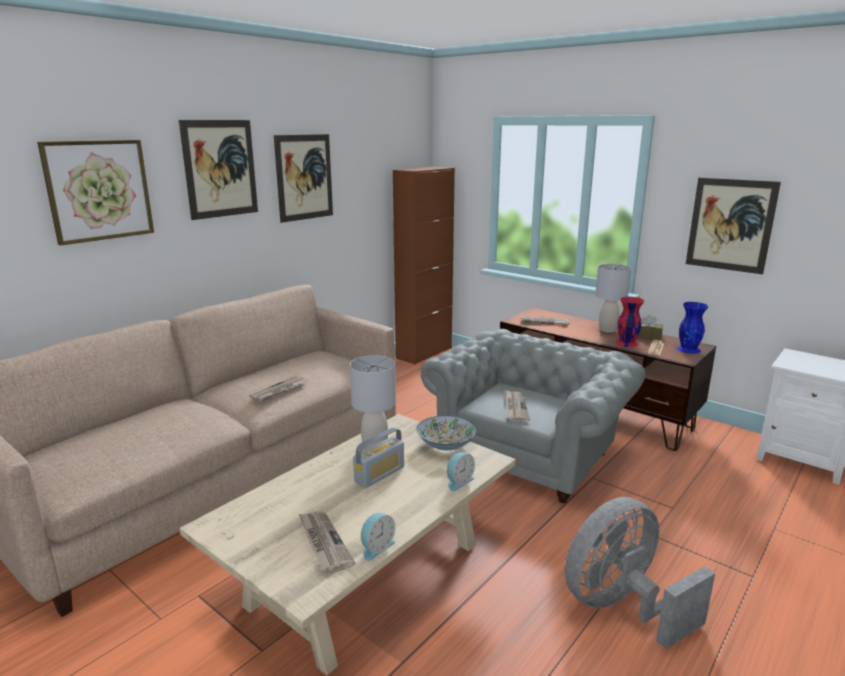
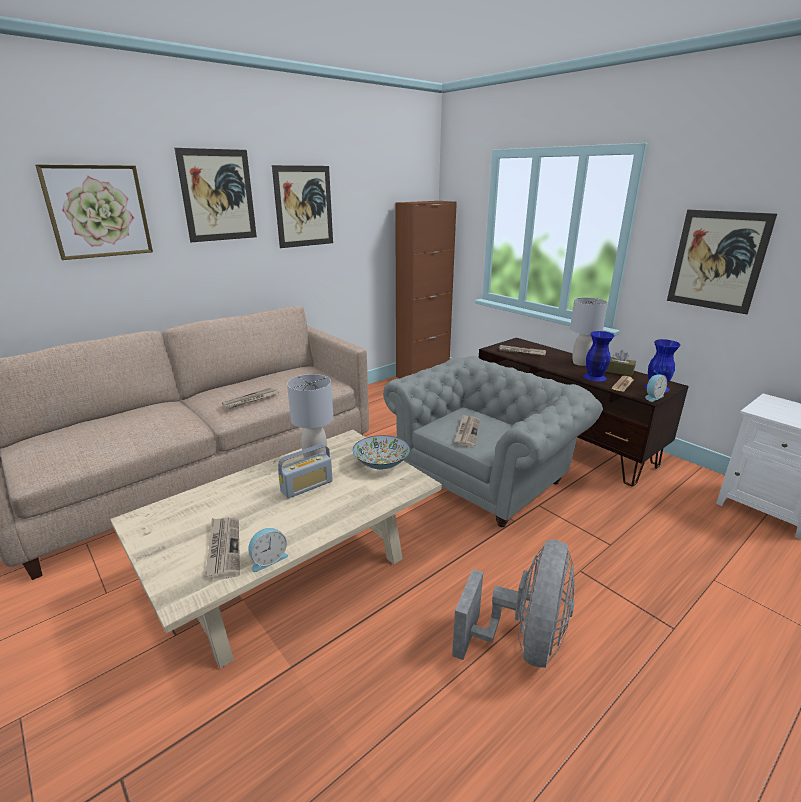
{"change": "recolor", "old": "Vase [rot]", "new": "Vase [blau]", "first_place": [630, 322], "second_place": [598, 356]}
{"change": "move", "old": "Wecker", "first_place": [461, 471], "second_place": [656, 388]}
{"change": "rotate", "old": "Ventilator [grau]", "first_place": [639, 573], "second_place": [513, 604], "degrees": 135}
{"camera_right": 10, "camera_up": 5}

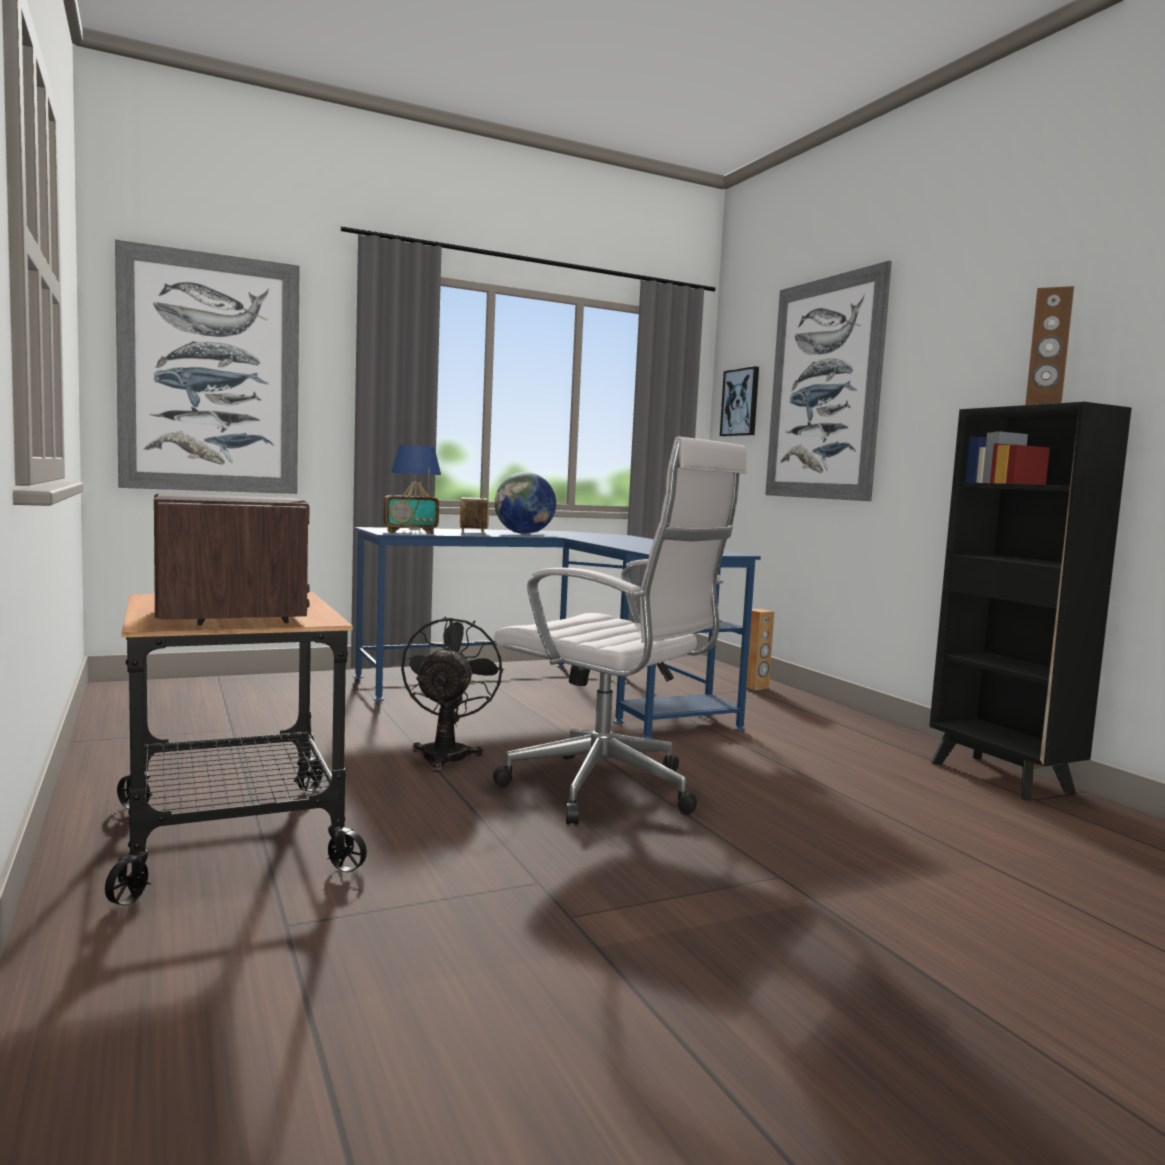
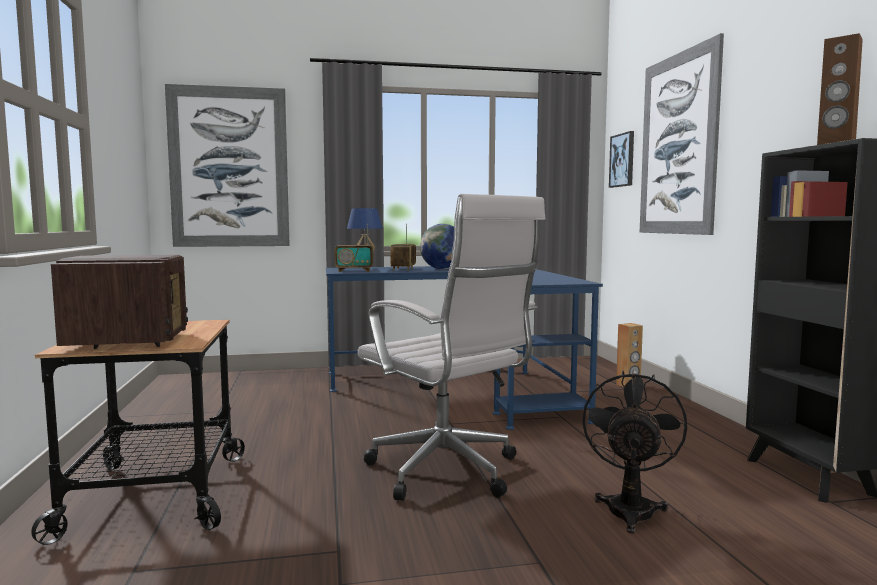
{"change": "move", "old": "Ventilator [schwarz]", "first_place": [452, 694], "second_place": [634, 452]}
{"camera_right": 15, "camera_up": 0}

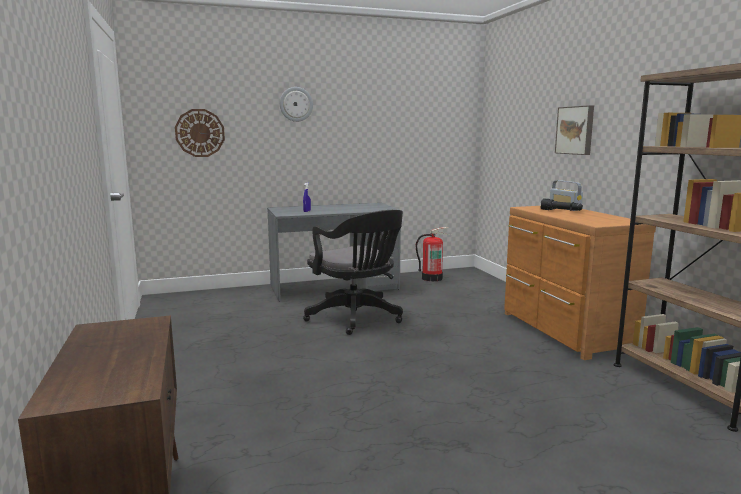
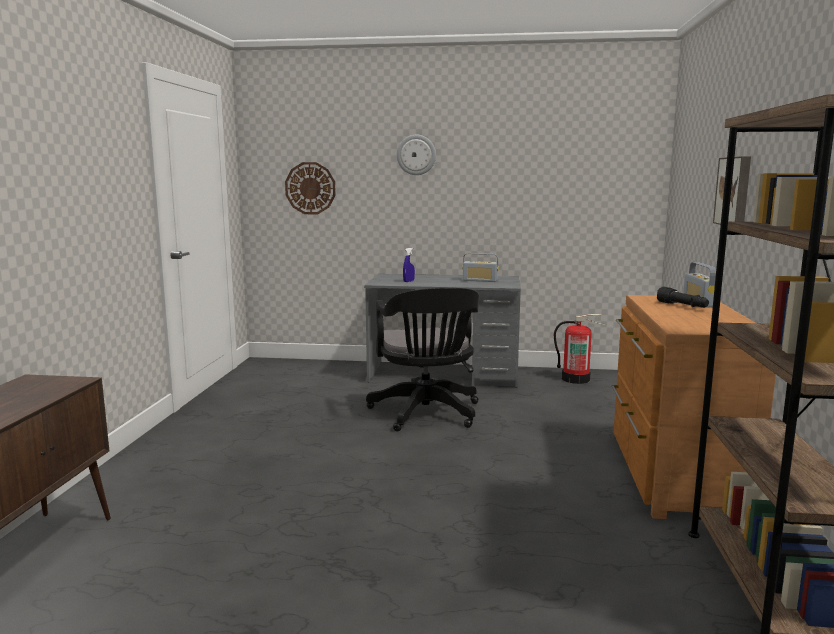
{"change": "insert", "new": "Radio", "second_place": [480, 267]}
{"camera_right": 25, "camera_up": 0}

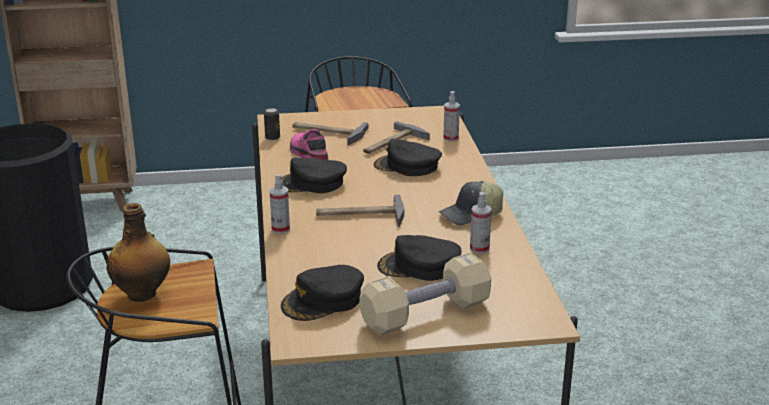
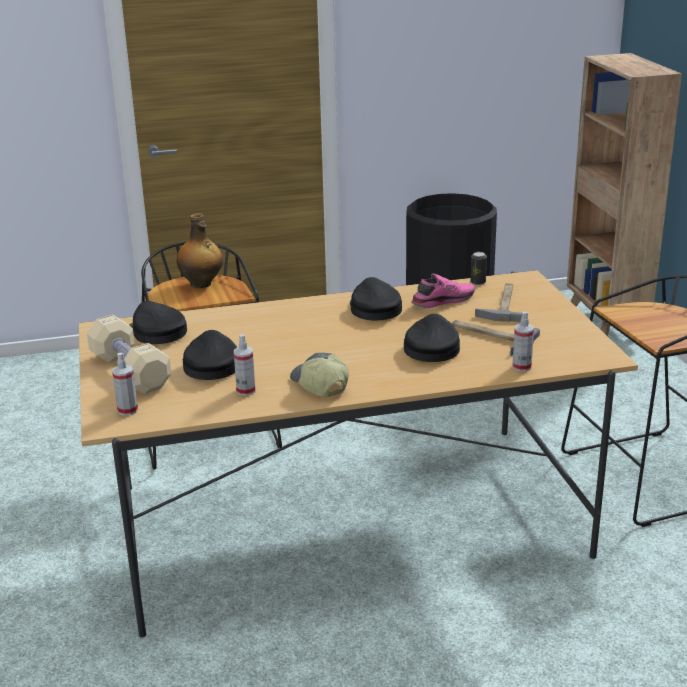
{"change": "move", "old": "Sprühflasche", "first_place": [280, 204], "second_place": [125, 384]}
{"change": "delete", "old": "Hammer", "first_place": [360, 211]}
{"camera_right": 85, "camera_up": 0}

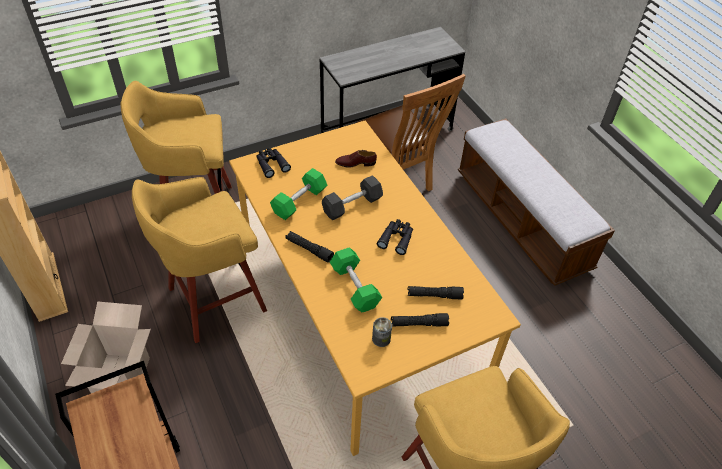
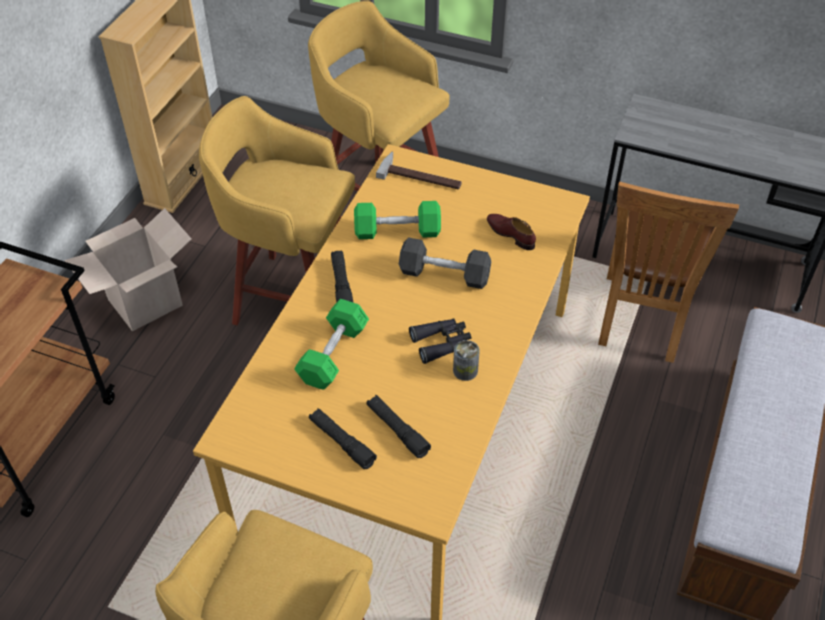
{"change": "replace", "old": "Fernglas [schwarz]", "new": "Hammer", "first_place": [273, 162], "second_place": [419, 171]}
{"change": "move", "old": "Dose", "first_place": [382, 332], "second_place": [466, 360]}
{"camera_right": 50, "camera_up": 0}

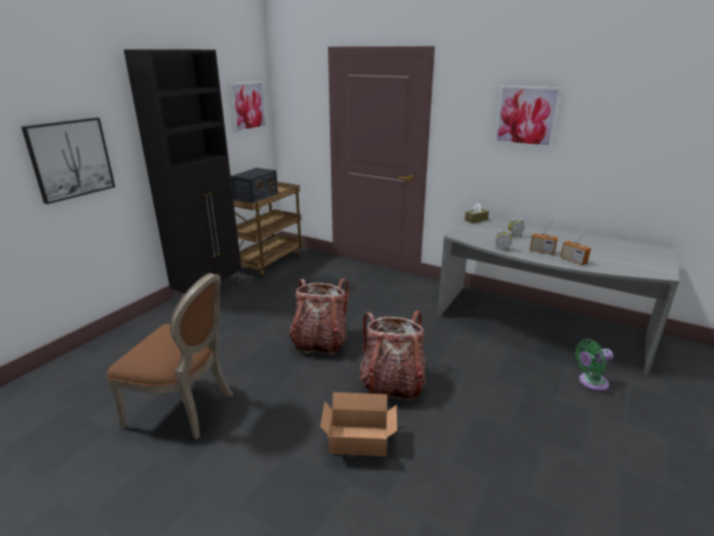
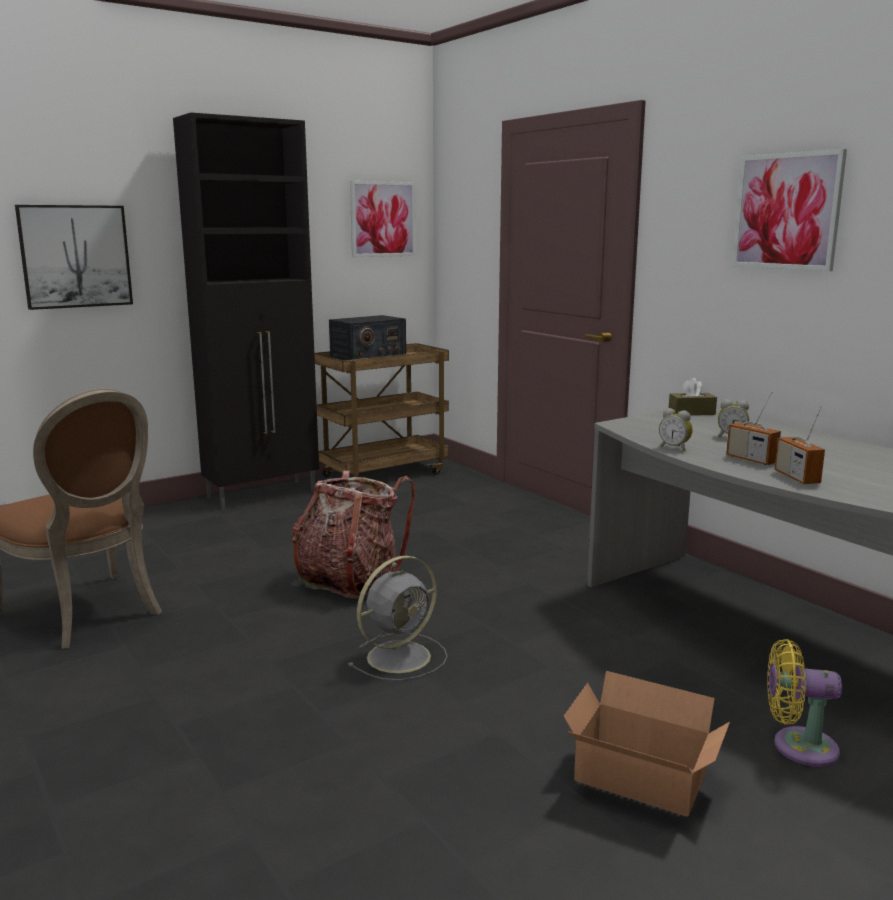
{"change": "replace", "old": "Rucksack", "new": "Ventilator [grau]", "first_place": [393, 355], "second_place": [398, 618]}
{"change": "recolor", "old": "Ventilator [grün]", "new": "Ventilator [gelb]", "first_place": [594, 365], "second_place": [804, 703]}
{"change": "move", "old": "Karton", "first_place": [358, 424], "second_place": [647, 744]}
{"camera_right": 25, "camera_up": -10}

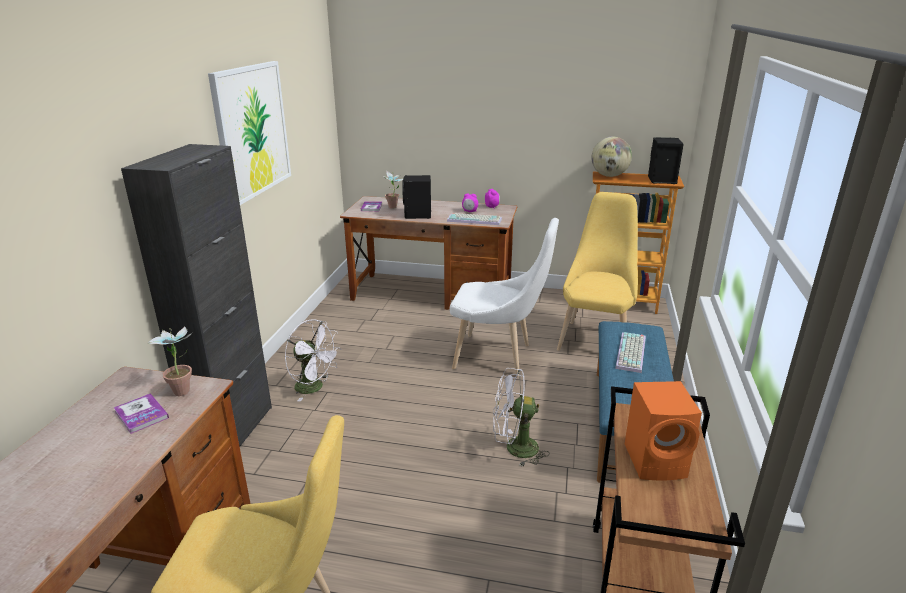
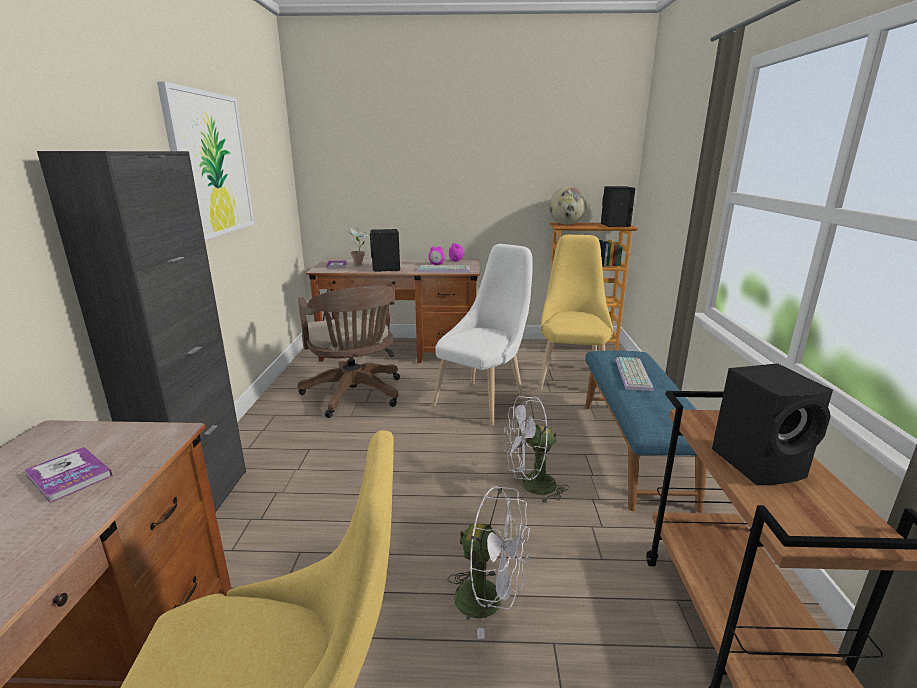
{"change": "rotate", "old": "Stuhl [weiß]", "first_place": [504, 297], "second_place": [482, 335], "degrees": -60}
{"change": "move", "old": "Ventilator [weiß]", "first_place": [313, 360], "second_place": [488, 562]}
{"change": "delete", "old": "Topfpflanze", "first_place": [169, 361]}
{"change": "recolor", "old": "Lautsprecher [orange]", "new": "Lautsprecher [schwarz]", "first_place": [663, 430], "second_place": [772, 424]}
{"change": "insert", "new": "Bürostuhl [braun]", "second_place": [348, 352]}
{"camera_right": -10, "camera_up": -5}

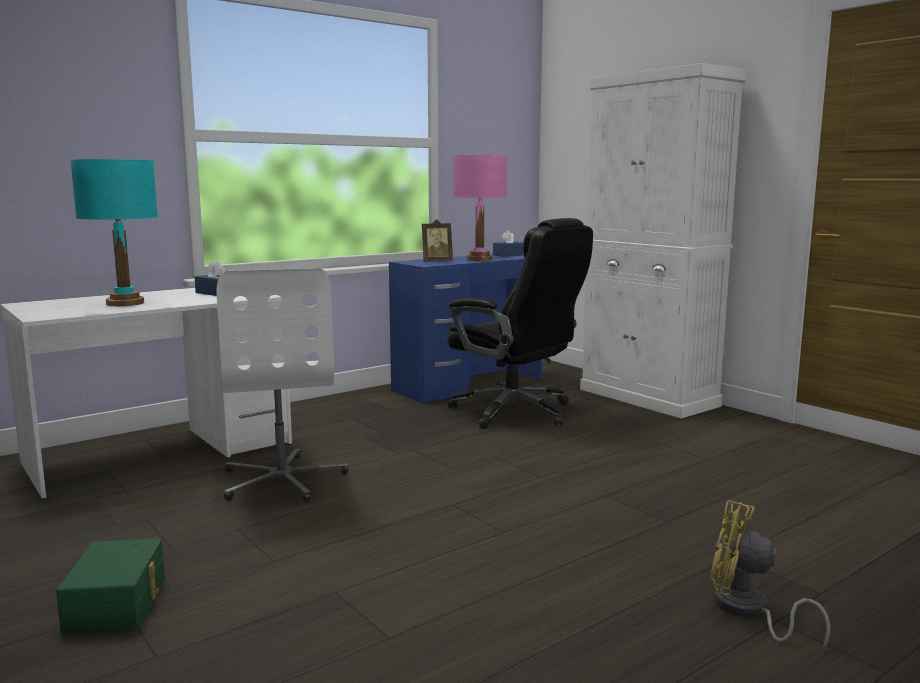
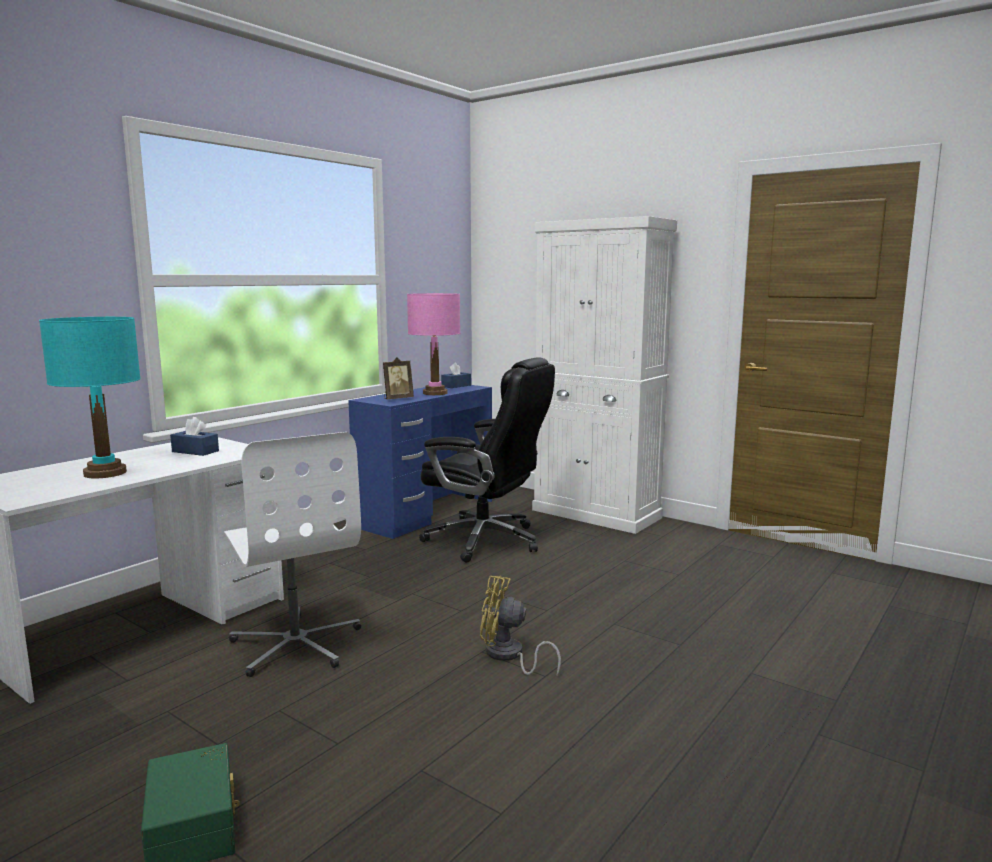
{"change": "move", "old": "Ventilator [gelb]", "first_place": [770, 575], "second_place": [520, 626]}
{"camera_right": -15, "camera_up": 0}

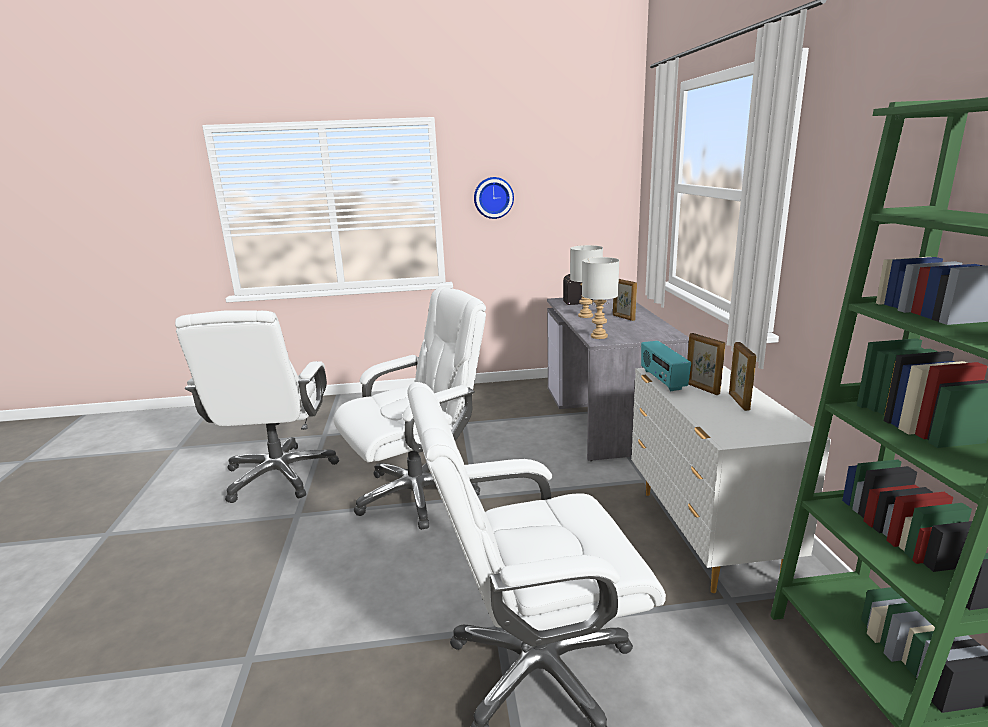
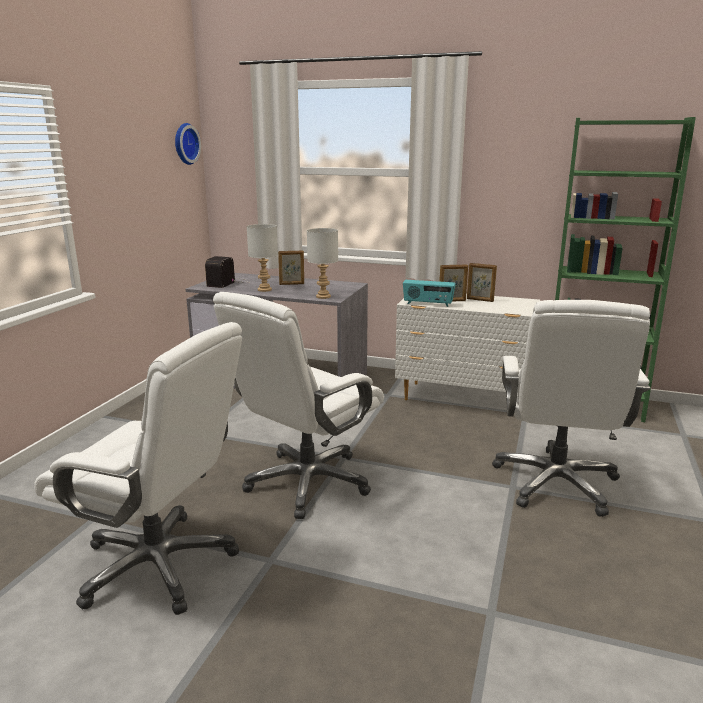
{"change": "move", "old": "Wanduhr", "first_place": [494, 198], "second_place": [188, 144]}
{"change": "rotate", "old": "Bürostuhl [weiß]", "first_place": [410, 408], "second_place": [298, 405], "degrees": -135}
{"camera_right": -65, "camera_up": 0}

